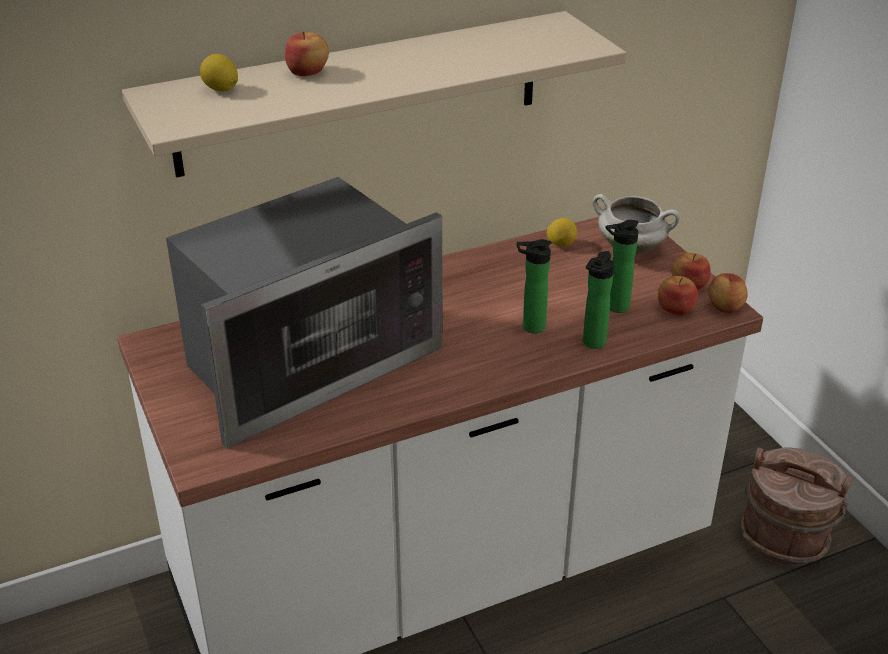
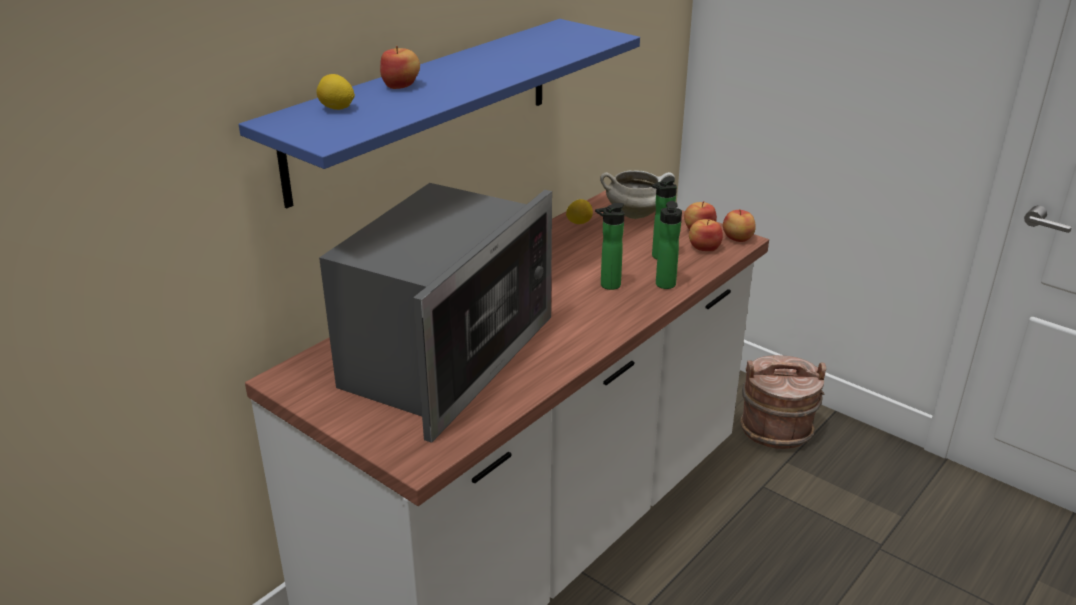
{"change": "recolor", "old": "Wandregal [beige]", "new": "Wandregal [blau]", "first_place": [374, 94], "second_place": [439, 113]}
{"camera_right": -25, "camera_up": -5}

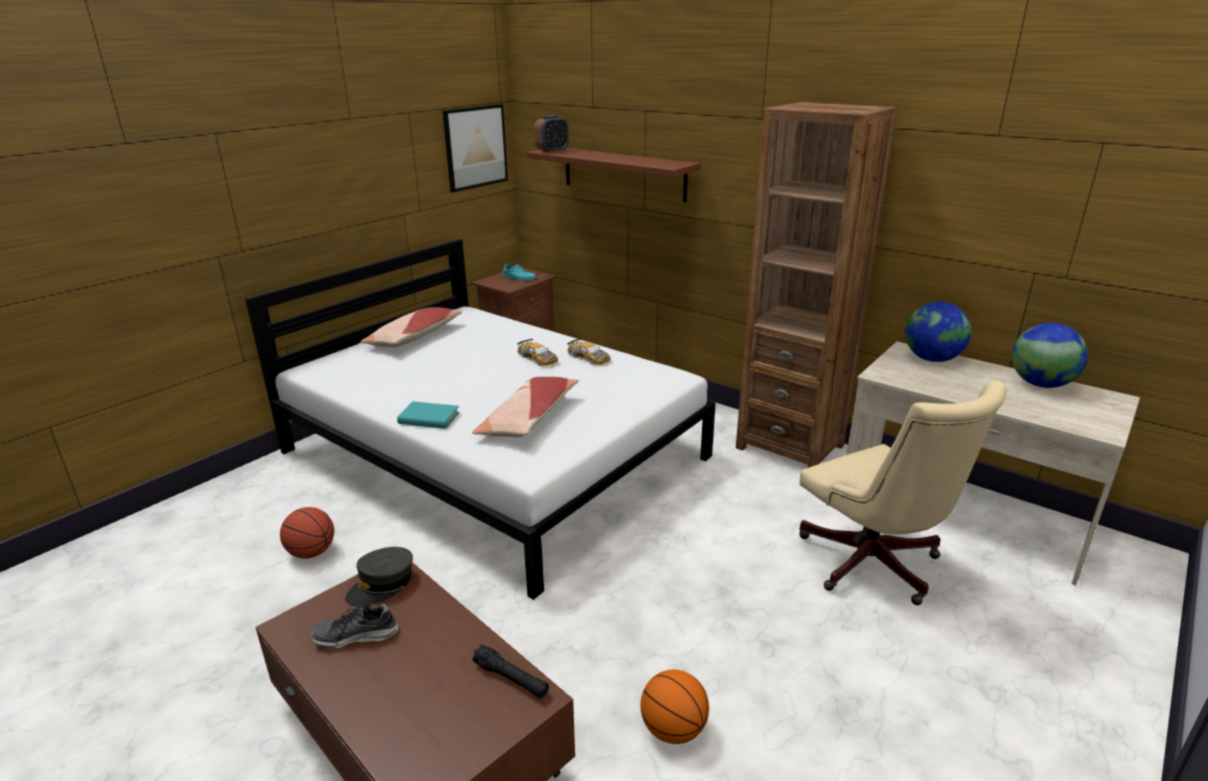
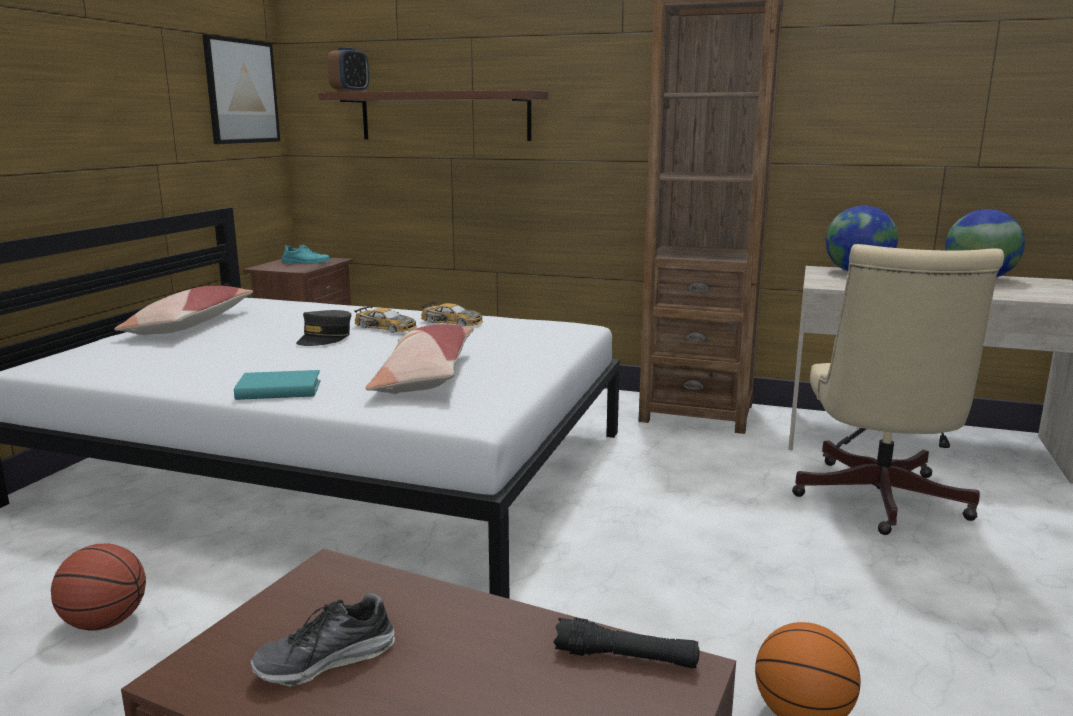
{"change": "rotate", "old": "Bürostuhl [beige]", "first_place": [903, 492], "second_place": [898, 389], "degrees": 60}
{"change": "move", "old": "Kappe [grau]", "first_place": [379, 576], "second_place": [323, 328]}
{"camera_right": -20, "camera_up": -10}

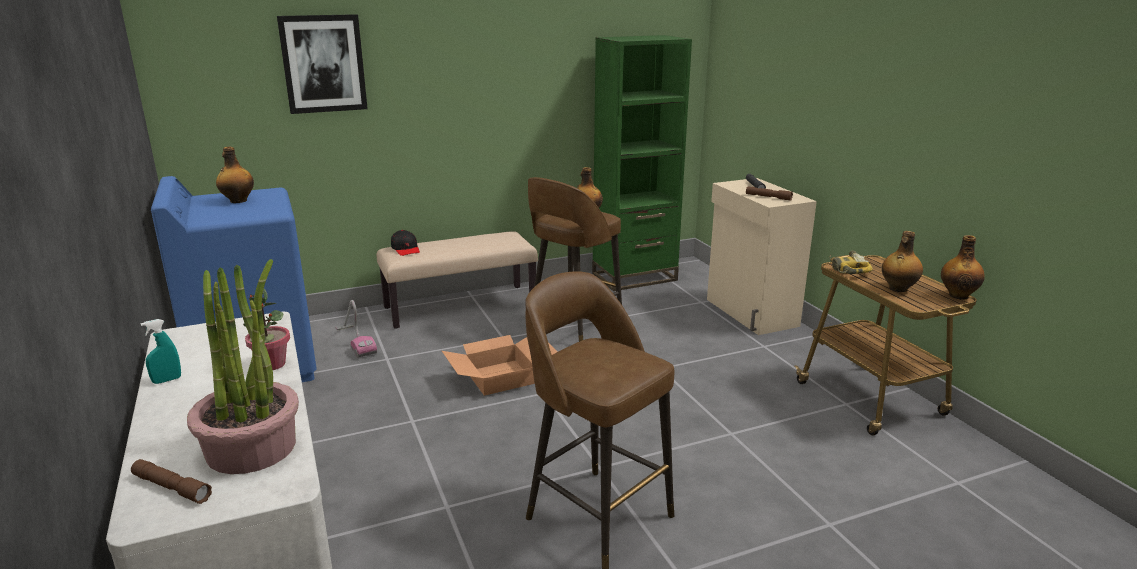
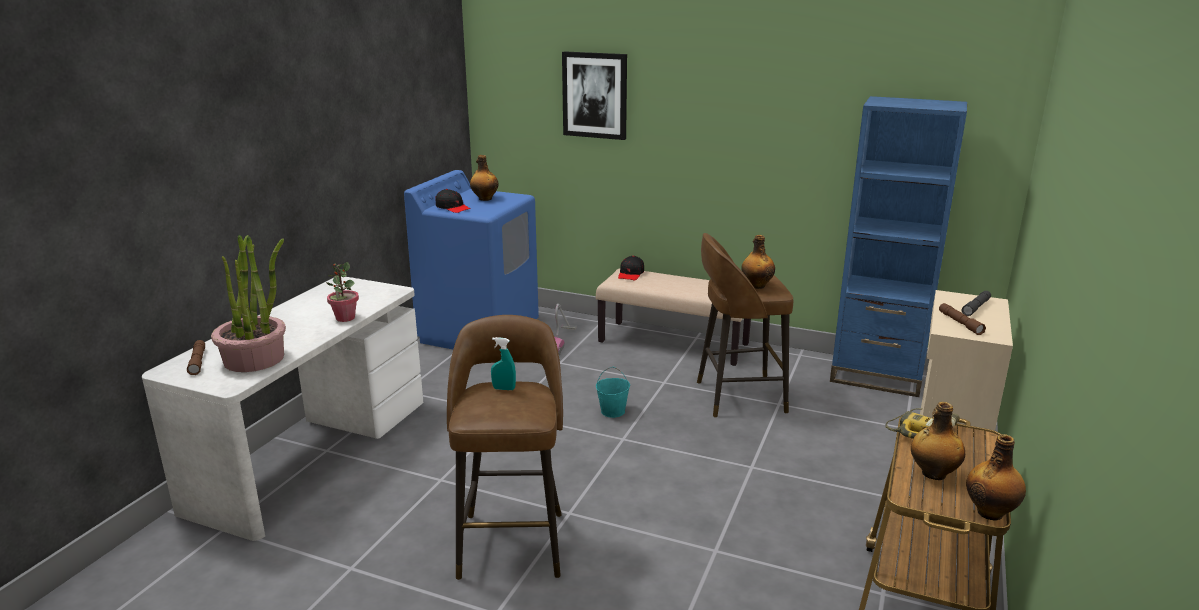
{"change": "recolor", "old": "Bücherregal [grün]", "new": "Bücherregal [blau]", "first_place": [642, 163], "second_place": [898, 246]}
{"change": "move", "old": "Sprühflasche [türkis]", "first_place": [161, 351], "second_place": [503, 363]}
{"change": "replace", "old": "Karton", "new": "Eimer [türkis]", "first_place": [499, 365], "second_place": [613, 392]}
{"change": "insert", "new": "Kappe [schwarz]", "second_place": [453, 201]}
{"camera_right": 45, "camera_up": 0}

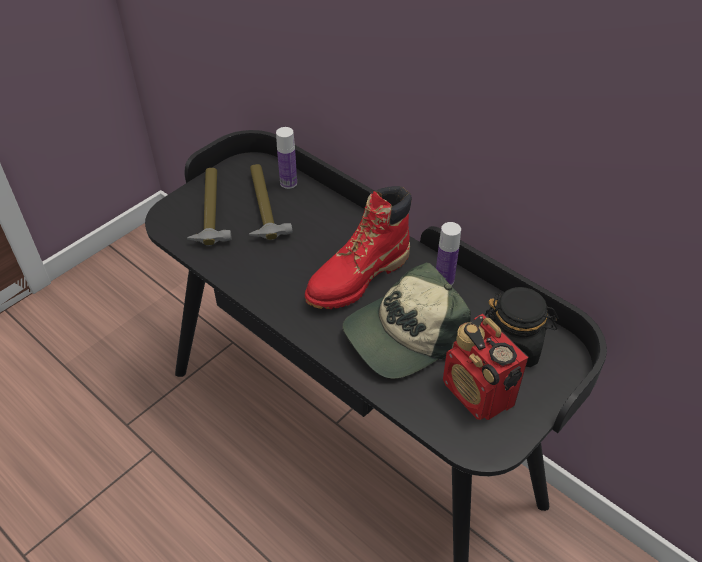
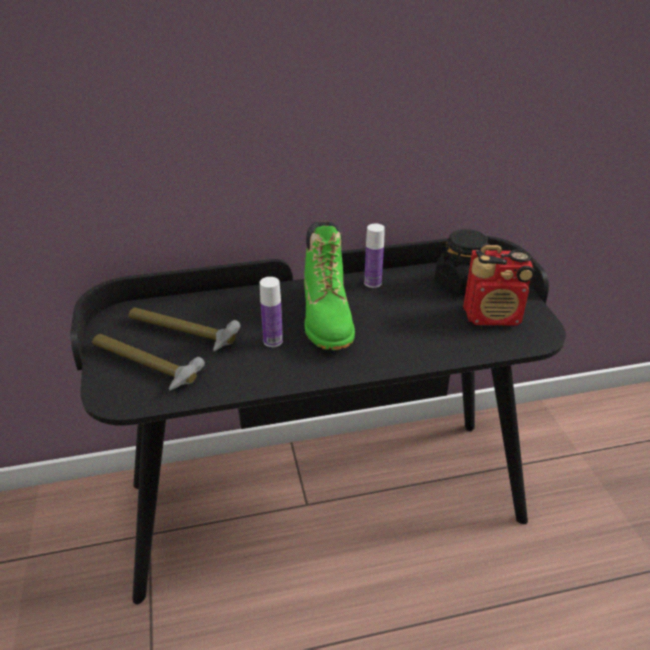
{"change": "move", "old": "Flasche", "first_place": [286, 158], "second_place": [271, 312]}
{"change": "recolor", "old": "Stiefel [rot]", "new": "Stiefel [grün]", "first_place": [358, 247], "second_place": [329, 285]}
{"change": "delete", "old": "Kappe", "first_place": [407, 320]}
{"camera_right": -55, "camera_up": -10}

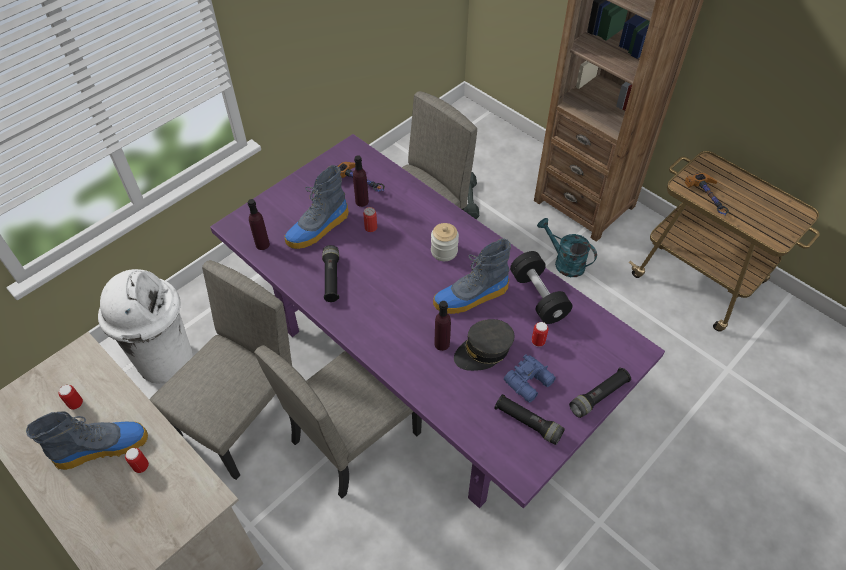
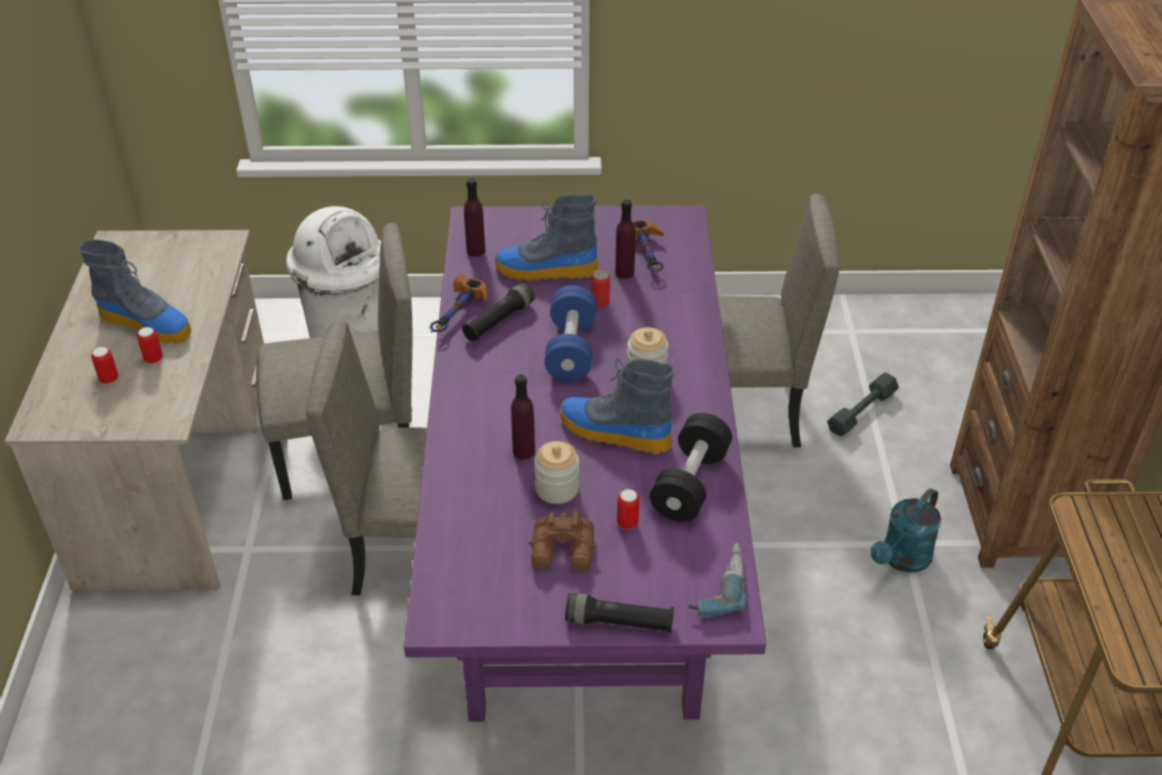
{"change": "move", "old": "Hammer", "first_place": [707, 194], "second_place": [459, 303]}
{"change": "rotate", "old": "Gießkanne [türkis]", "first_place": [567, 247], "second_place": [905, 530], "degrees": -135}
{"change": "replace", "old": "Kappe [grau]", "new": "Vorratsglas", "first_place": [484, 345], "second_place": [556, 472]}
{"change": "recolor", "old": "Fernglas [blau]", "new": "Fernglas [braun]", "first_place": [530, 378], "second_place": [562, 540]}
{"change": "move", "old": "Dose", "first_place": [71, 397], "second_place": [104, 365]}
{"change": "delete", "old": "Taschenlampe [schwarz]", "first_place": [529, 419]}
{"change": "insert", "new": "Hantel [blau]", "second_place": [570, 333]}
{"change": "insert", "new": "Bohrmaschine", "second_place": [717, 579]}
{"camera_right": 45, "camera_up": -10}

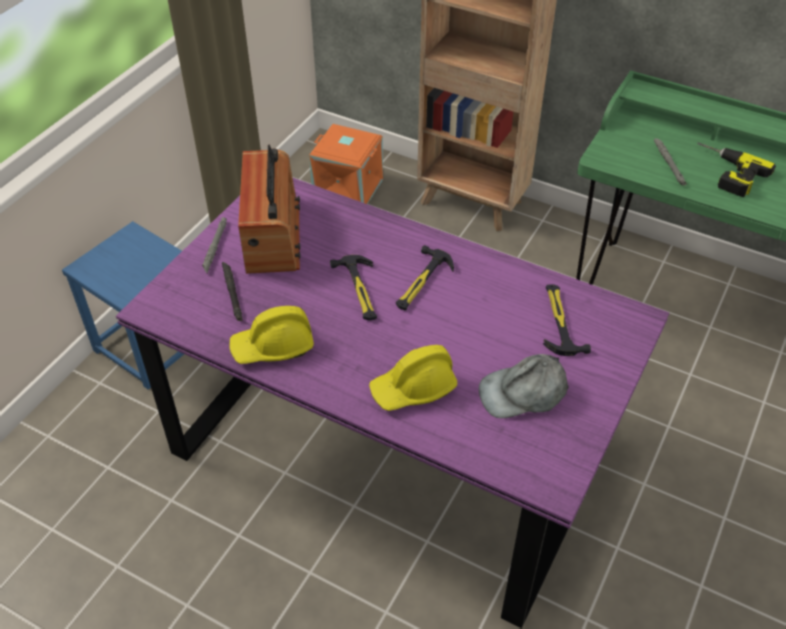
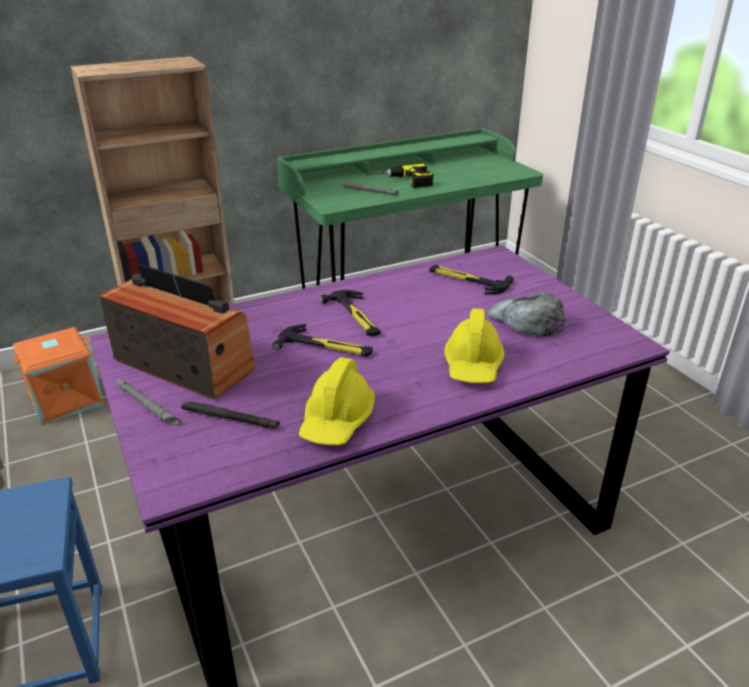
{"change": "rotate", "old": "Kappe [grau]", "first_place": [524, 386], "second_place": [525, 313], "degrees": 120}
{"camera_right": -55, "camera_up": -15}

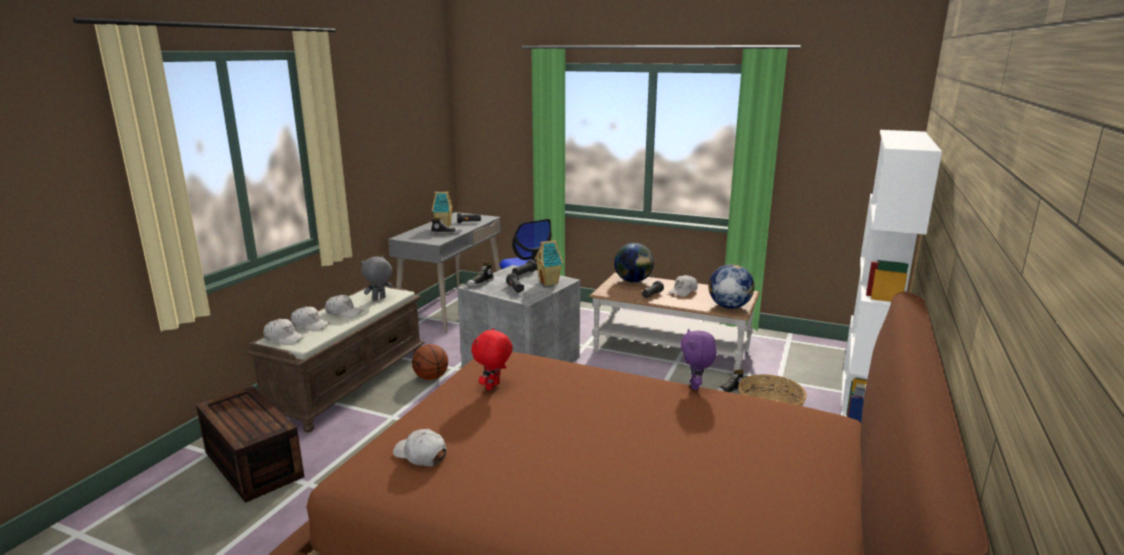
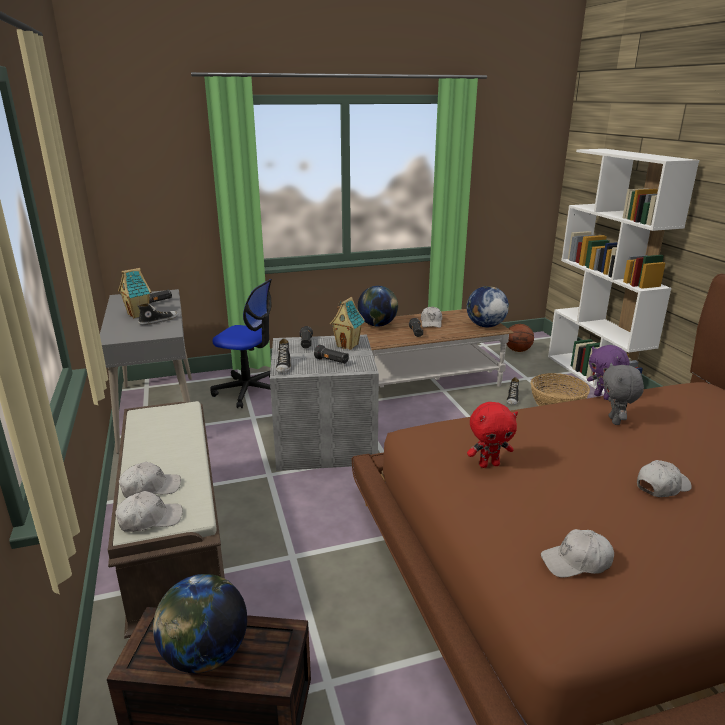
{"change": "move", "old": "Plüschtier [grau]", "first_place": [377, 278], "second_place": [623, 394]}
{"change": "move", "old": "Kappe [weiß]", "first_place": [344, 306], "second_place": [664, 478]}
{"change": "rotate", "old": "Plüschtier [rot]", "first_place": [492, 359], "second_place": [492, 435], "degrees": -90}
{"change": "move", "old": "Basketball", "first_place": [430, 362], "second_place": [520, 338]}
{"change": "insert", "new": "Globus", "second_place": [199, 623]}
{"camera_right": -40, "camera_up": 5}

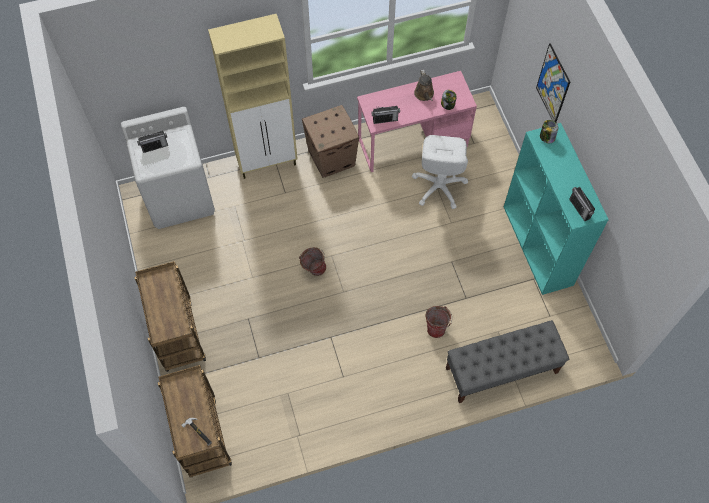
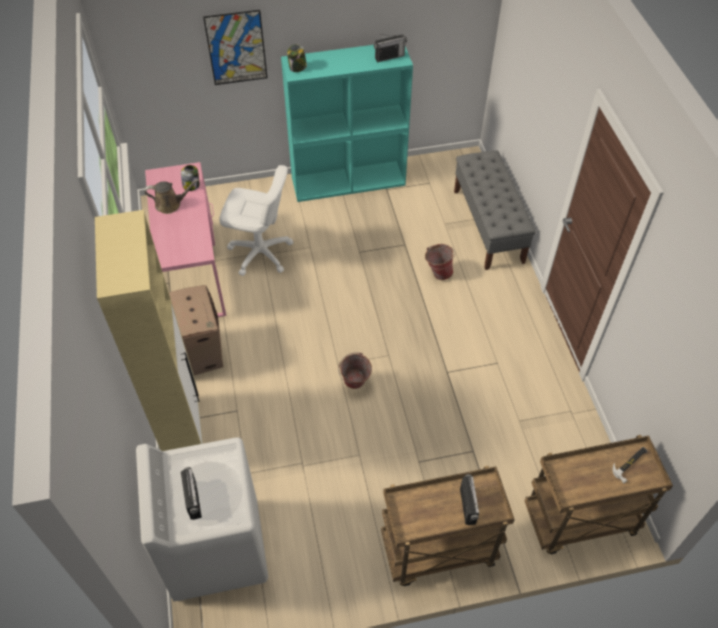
{"change": "move", "old": "Radio", "first_place": [386, 115], "second_place": [469, 499]}
{"camera_right": -85, "camera_up": -10}

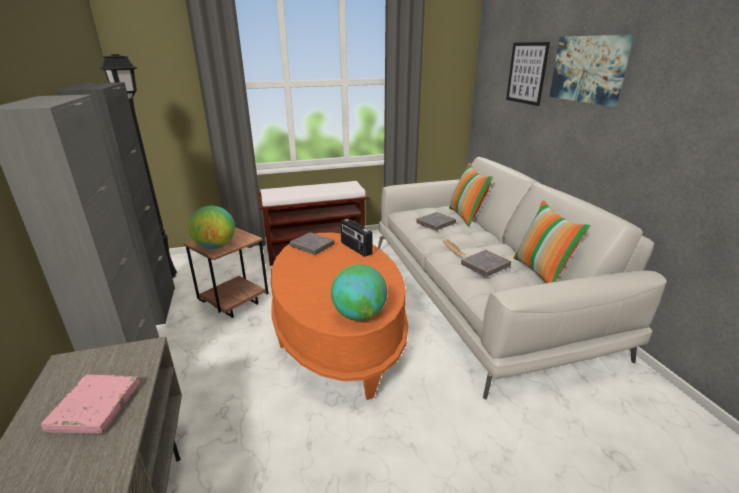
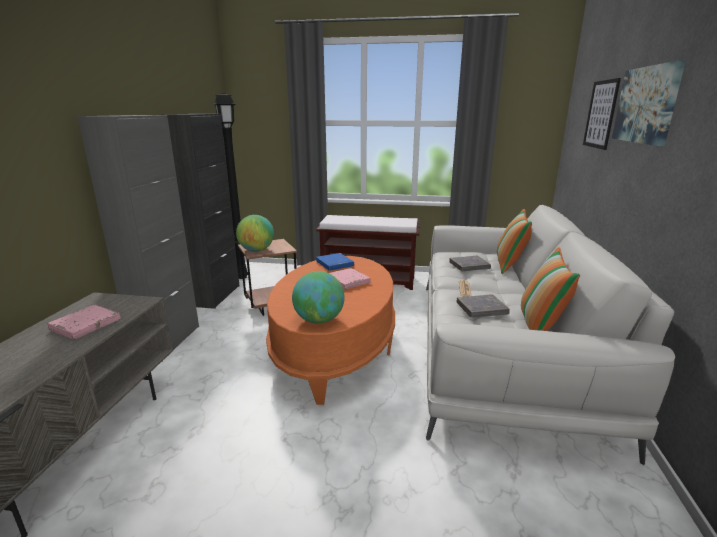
{"change": "delete", "old": "Radio", "first_place": [356, 238]}
{"change": "recolor", "old": "Buch [grau]", "new": "Buch [blau]", "first_place": [312, 243], "second_place": [335, 262]}
{"change": "insert", "new": "Buch [rosa]", "second_place": [350, 278]}
{"camera_right": 25, "camera_up": -5}

